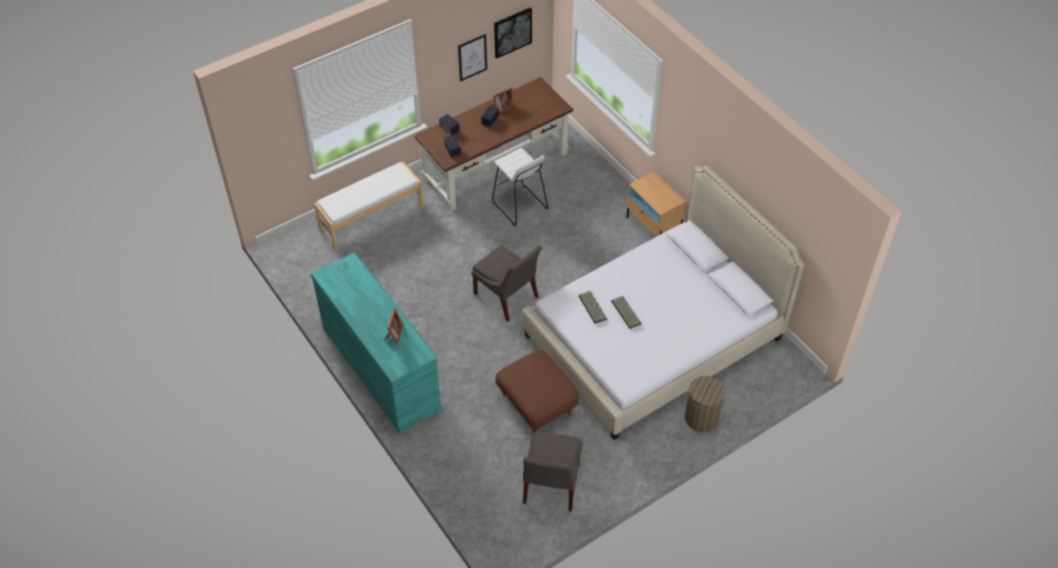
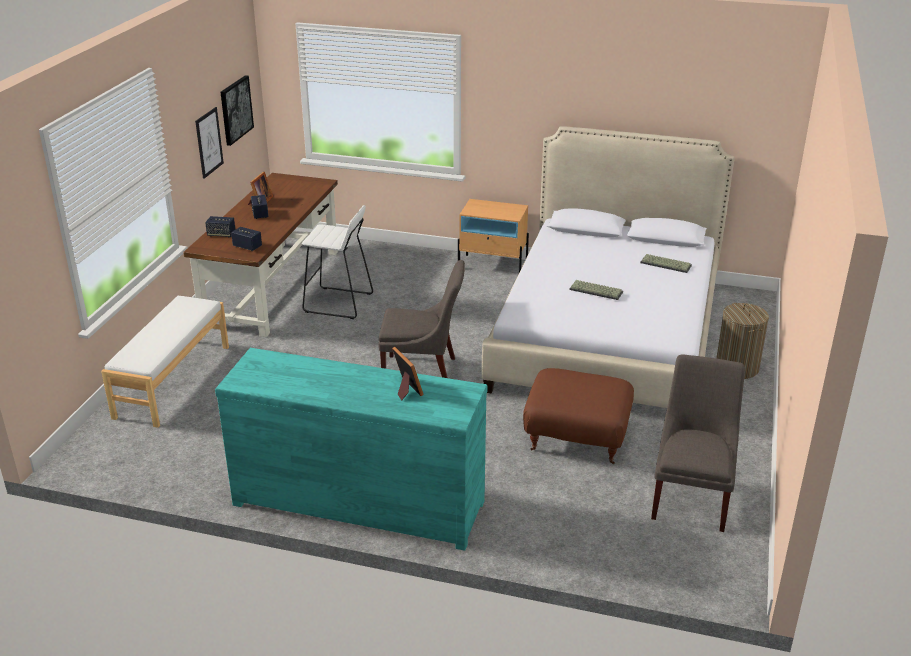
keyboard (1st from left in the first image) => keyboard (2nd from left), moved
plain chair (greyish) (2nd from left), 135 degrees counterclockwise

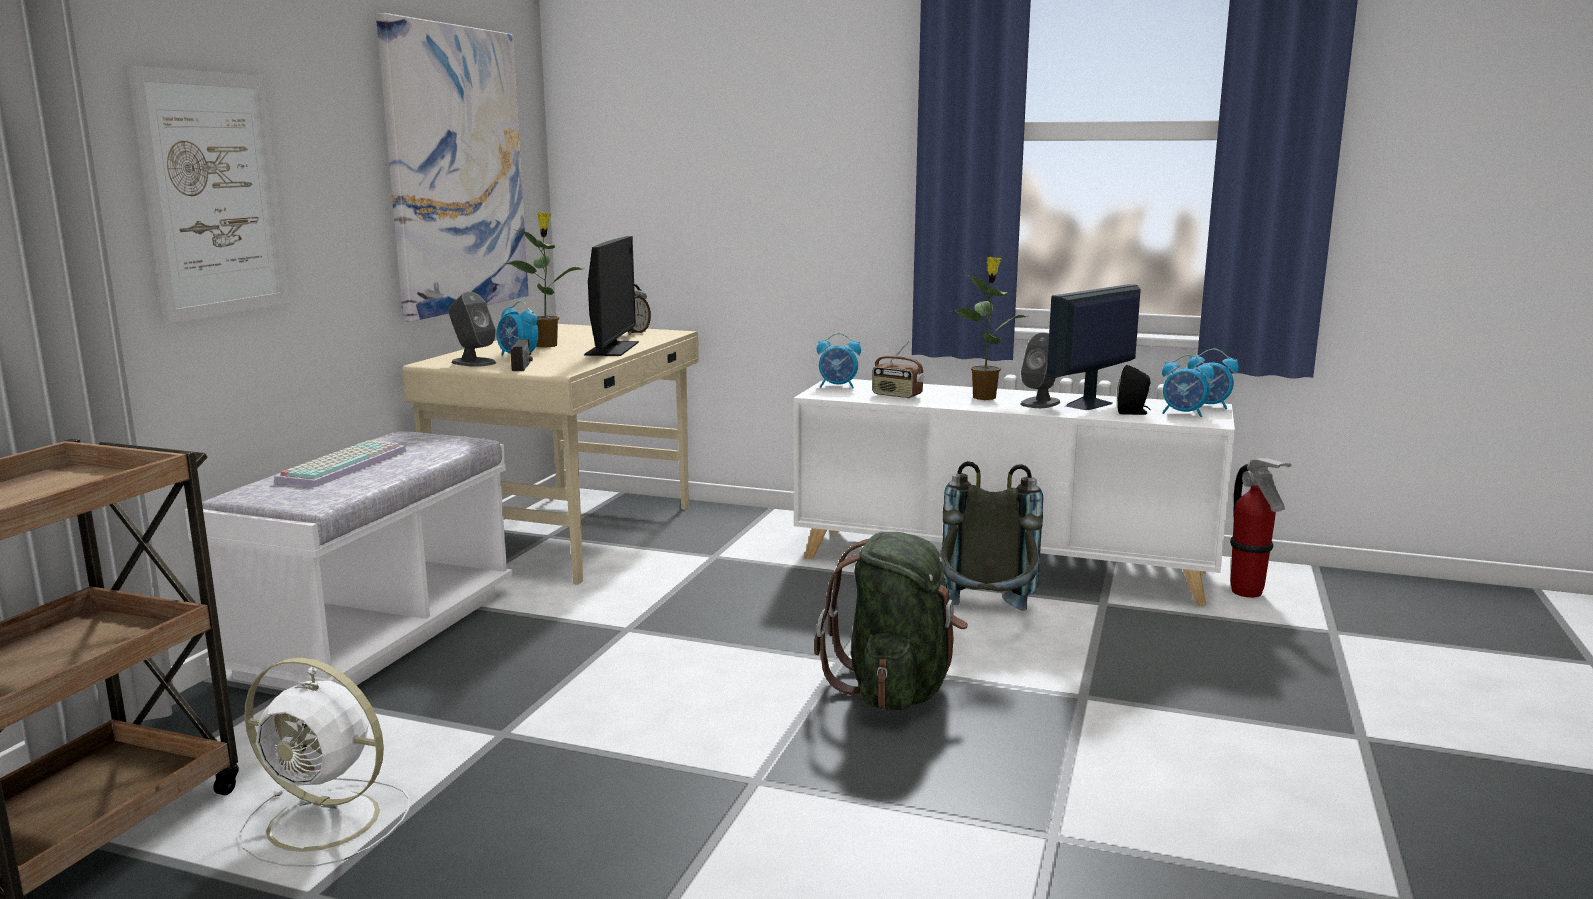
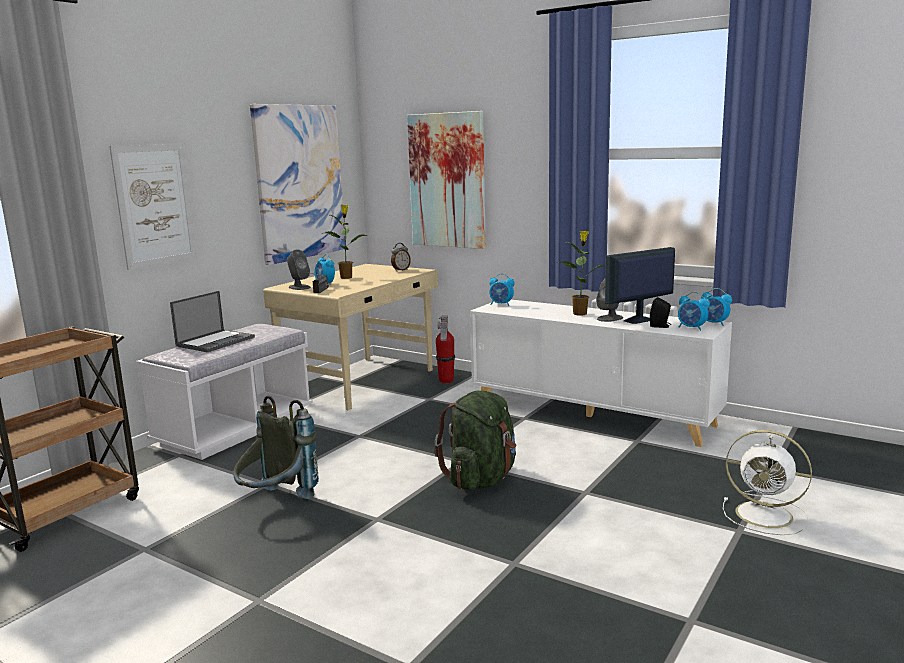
keyboard => portable computer
rucksack (greyish), moved
nothing => picture (3rd from left)
extinguisher, moved
cooling fan (whitish), moved
computer screen (1st from left) => nothing
radio set (2nd from left) => nothing

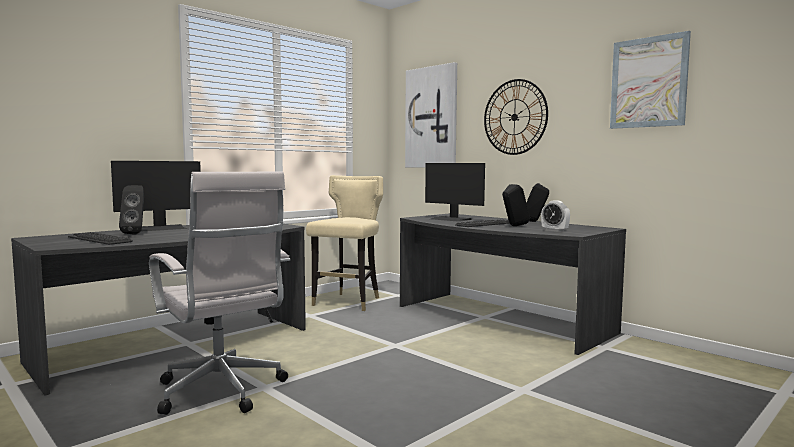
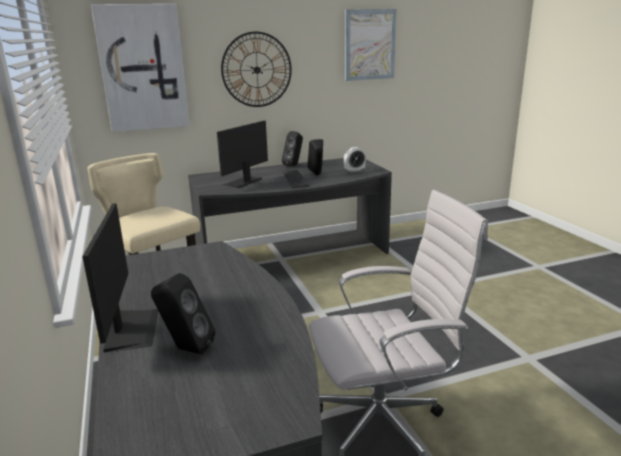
computer screen (2nd from left), 150 degrees clockwise
keyboard (1st from left) => nothing

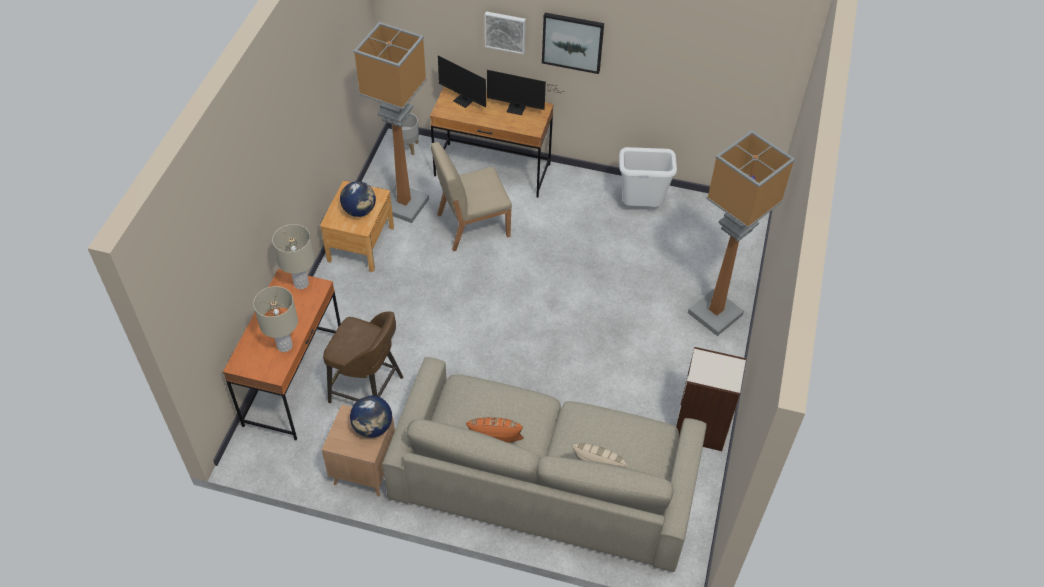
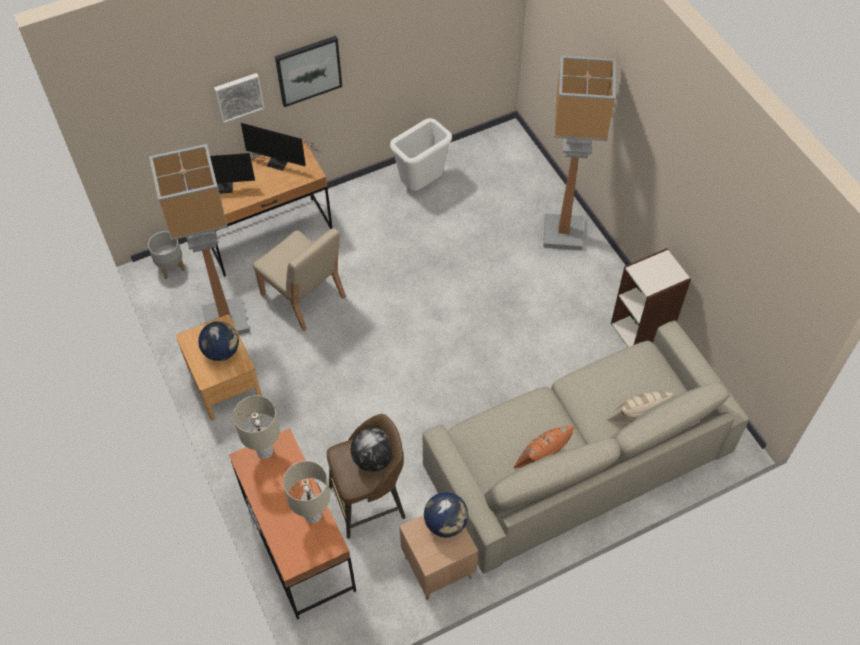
computer screen (2nd from left), 45 degrees clockwise
plain chair (sand-coloured), 75 degrees counterclockwise
nothing => world globe (2nd from left)

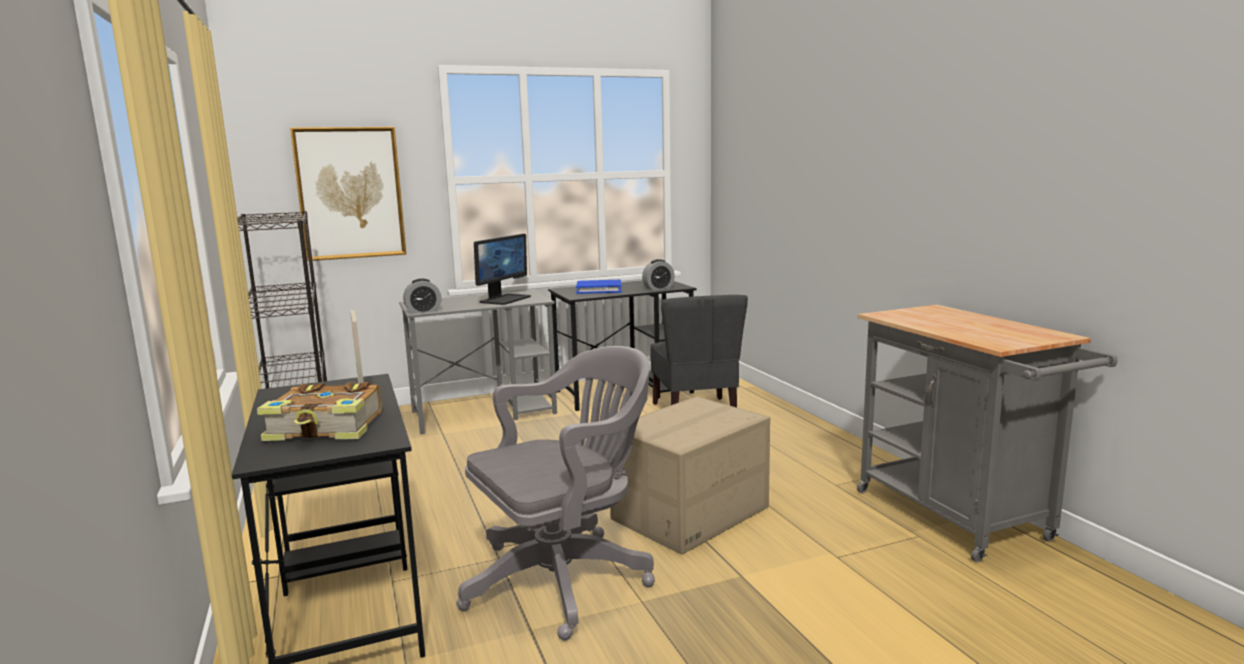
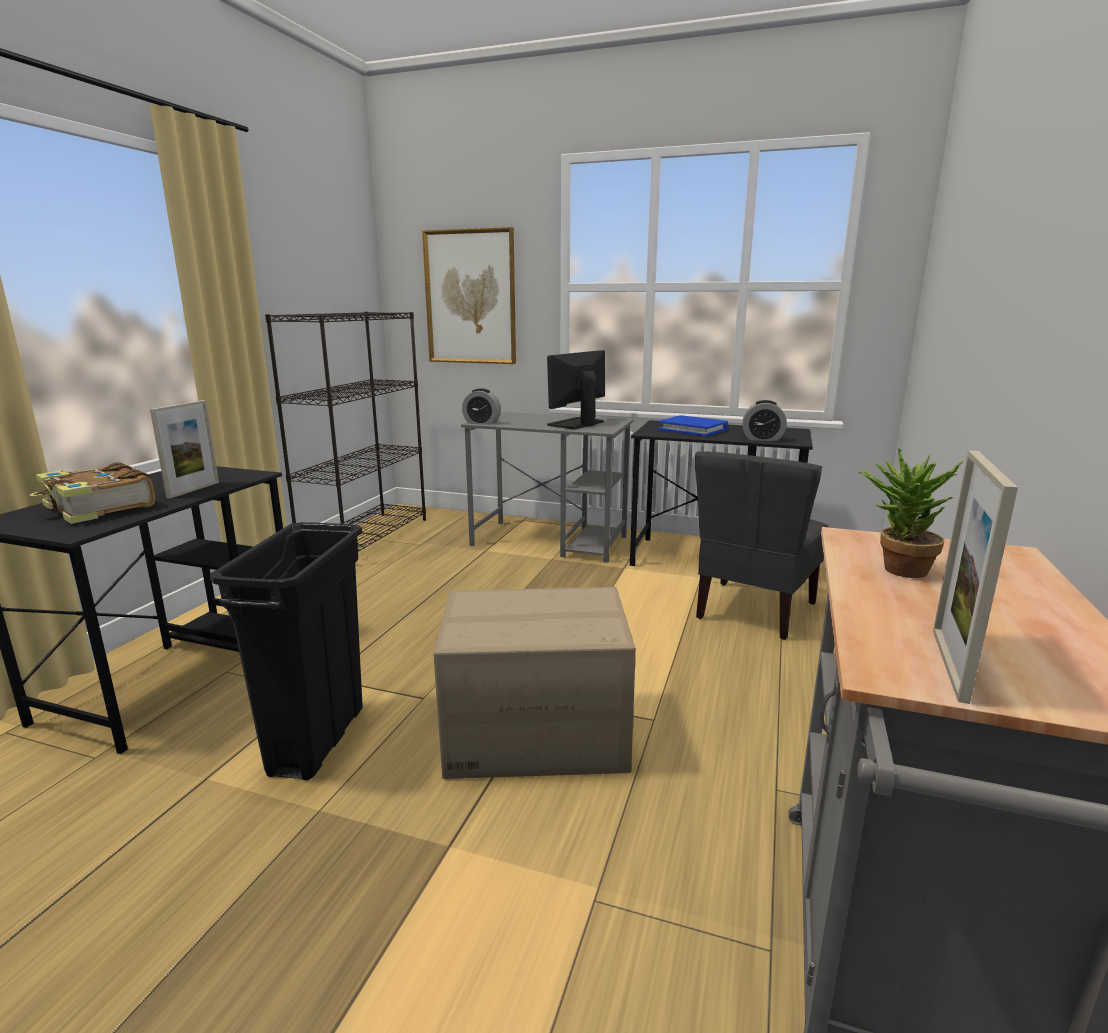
office chair (greyish) => waste bin (blackish)
computer screen, 150 degrees clockwise
nothing => houseplant
nothing => standing frame (2nd from left)

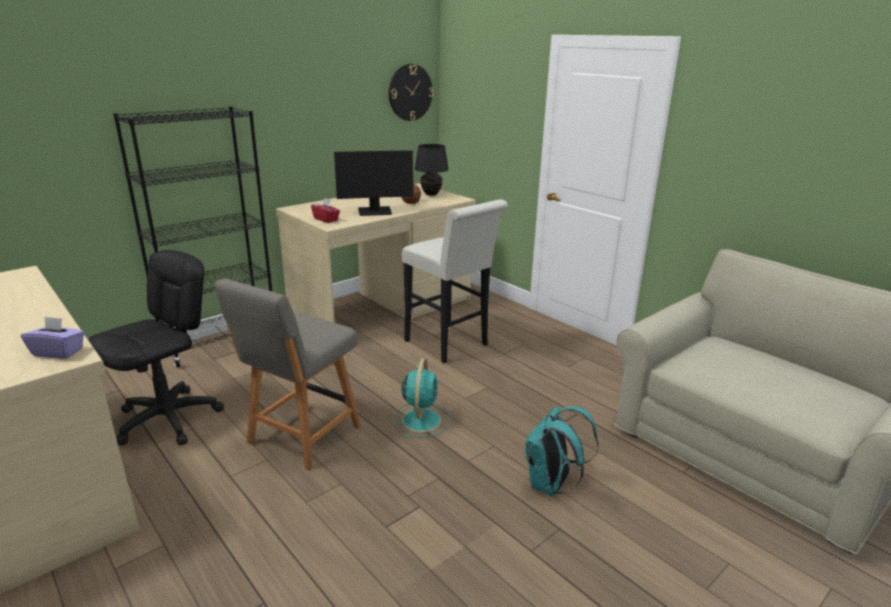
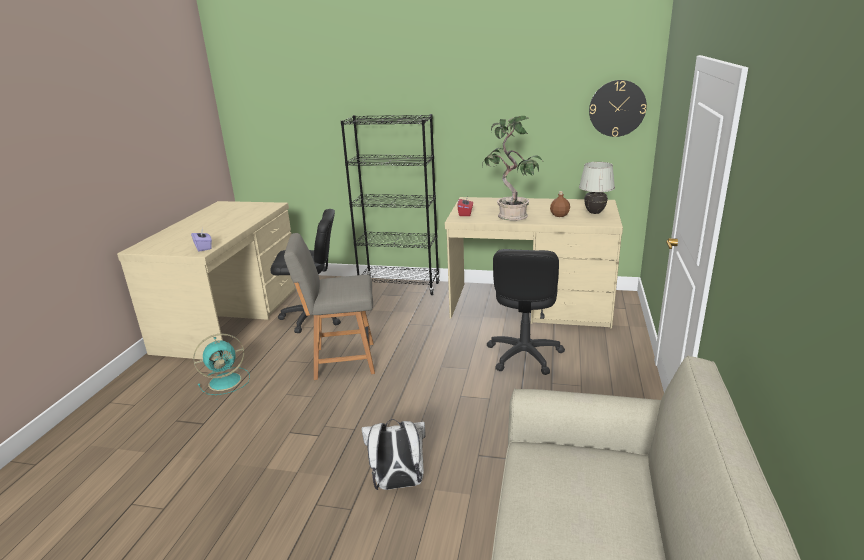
cooling fan (turquoise-coloured), moved
rucksack (turquoise-coloured) => rucksack (whitish)
computer screen => houseplant
stool seat (whitish) => office chair (blackish) (2nd from left)
lamp for a table (blackish) => lamp for a table (whitish)

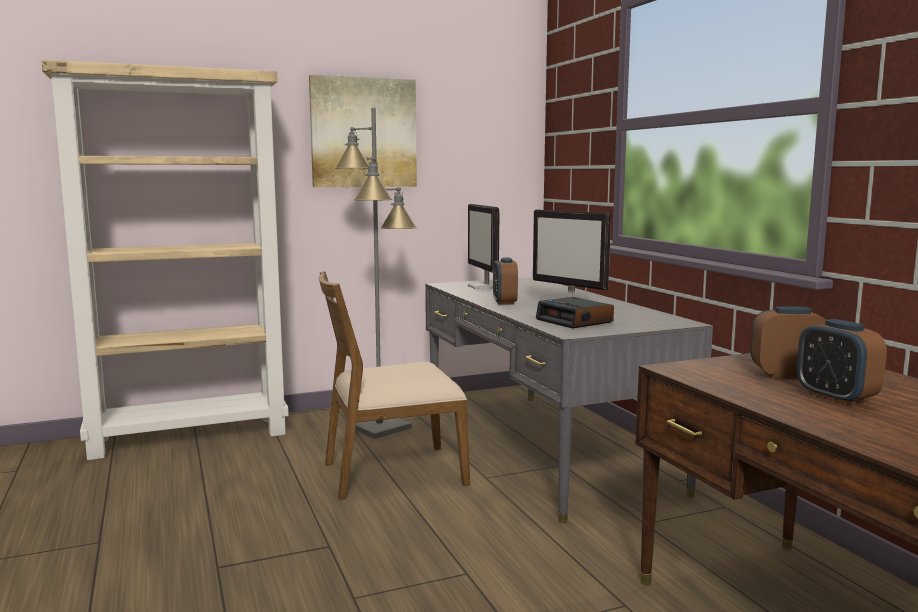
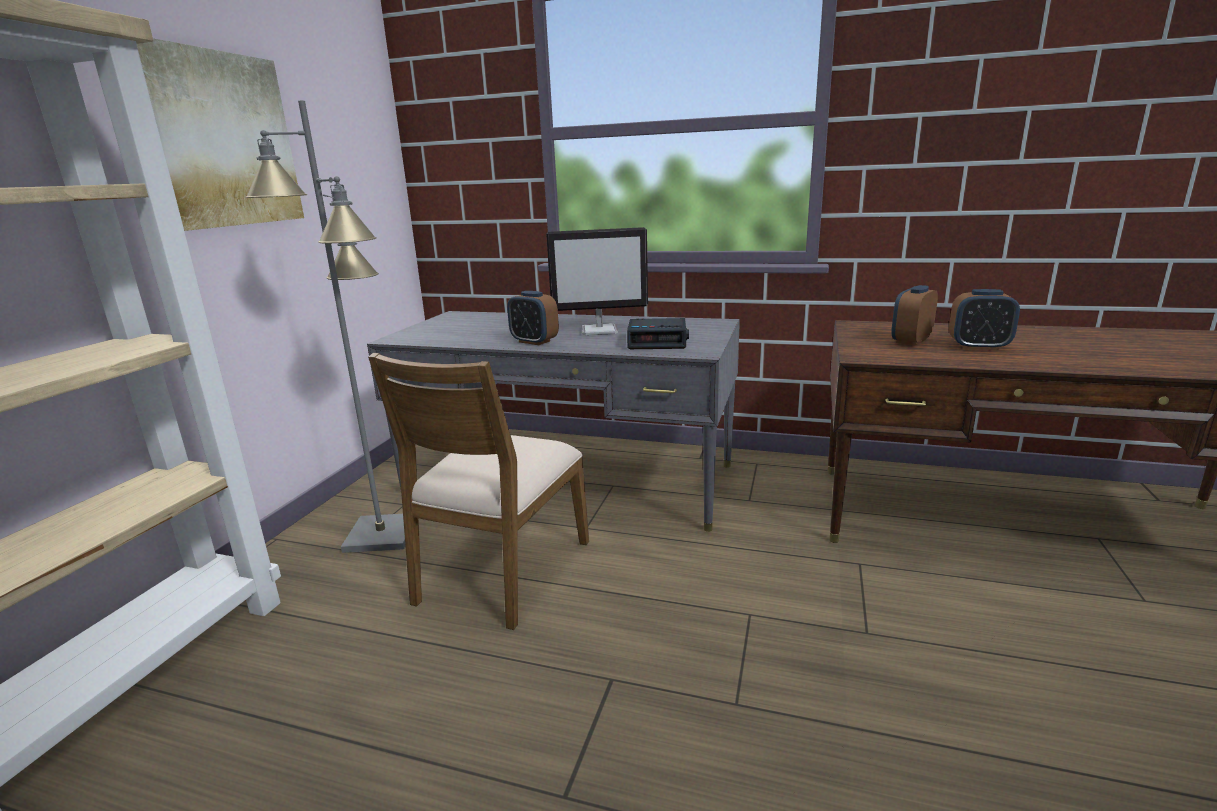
computer screen (1st from left) => nothing

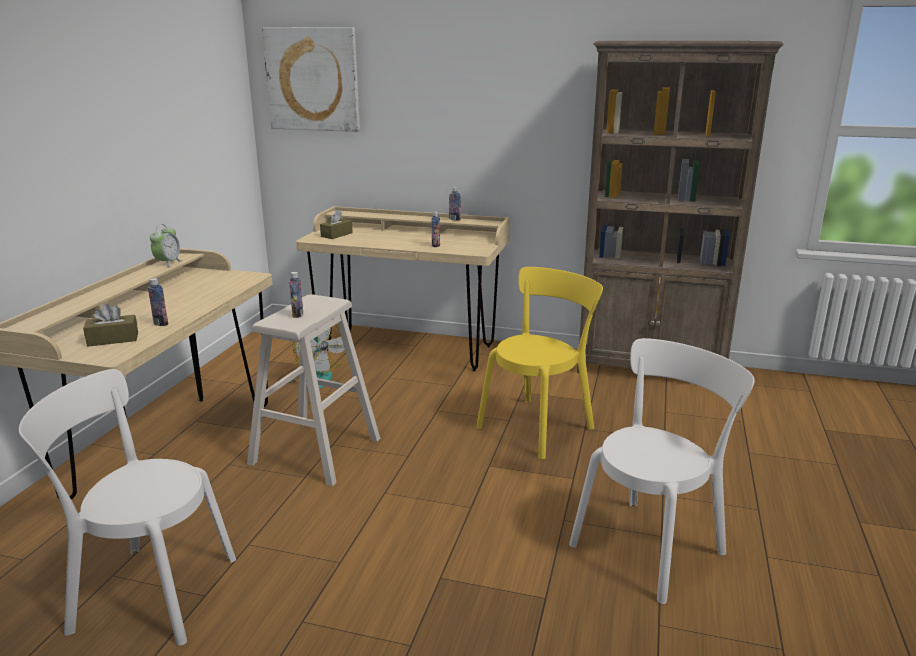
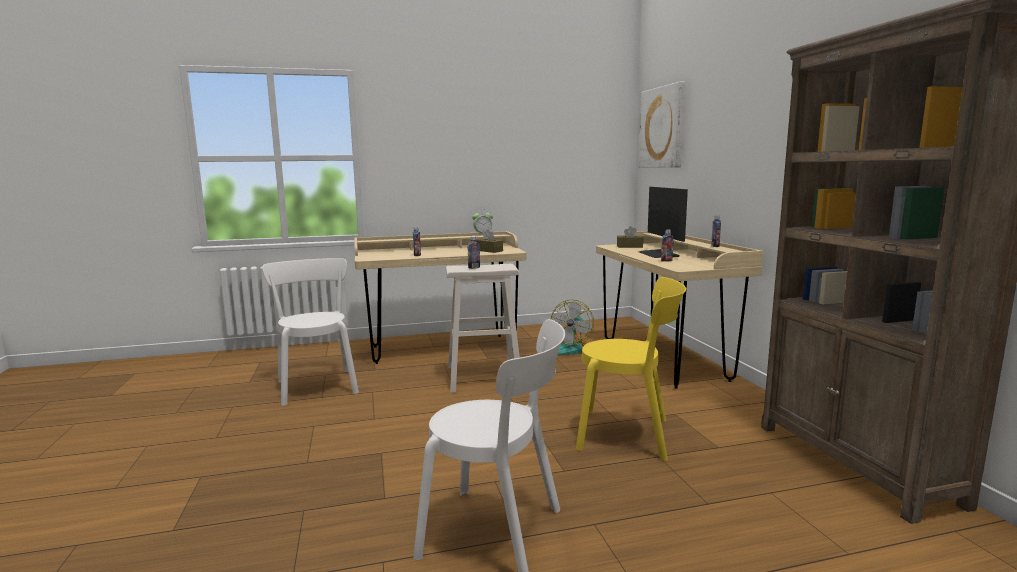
tissue box (brownish) (1st from left), moved
nothing => computer screen

